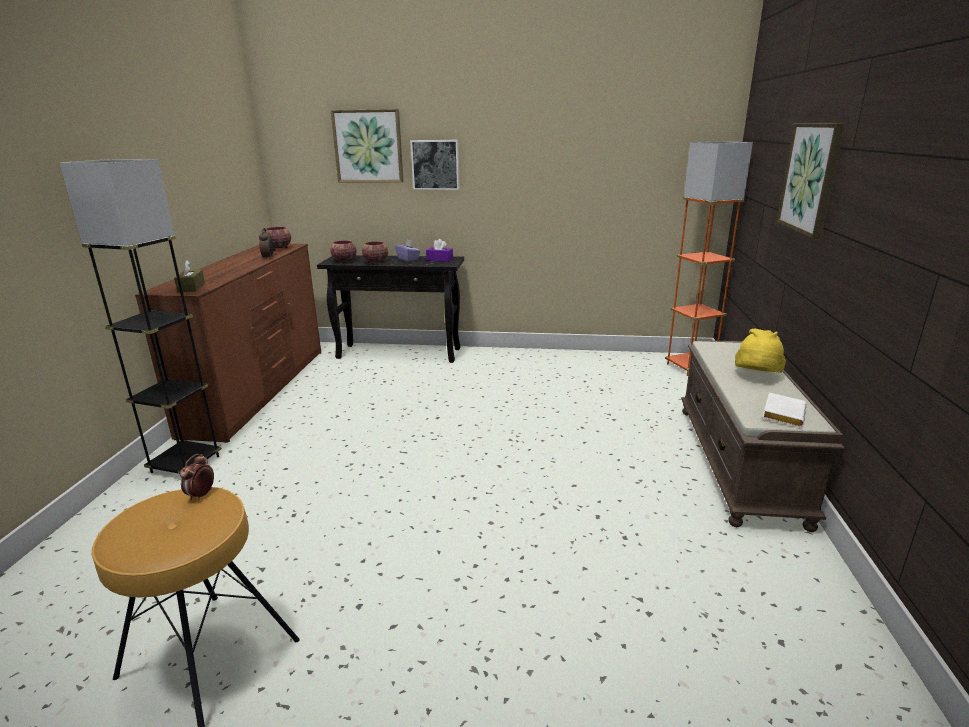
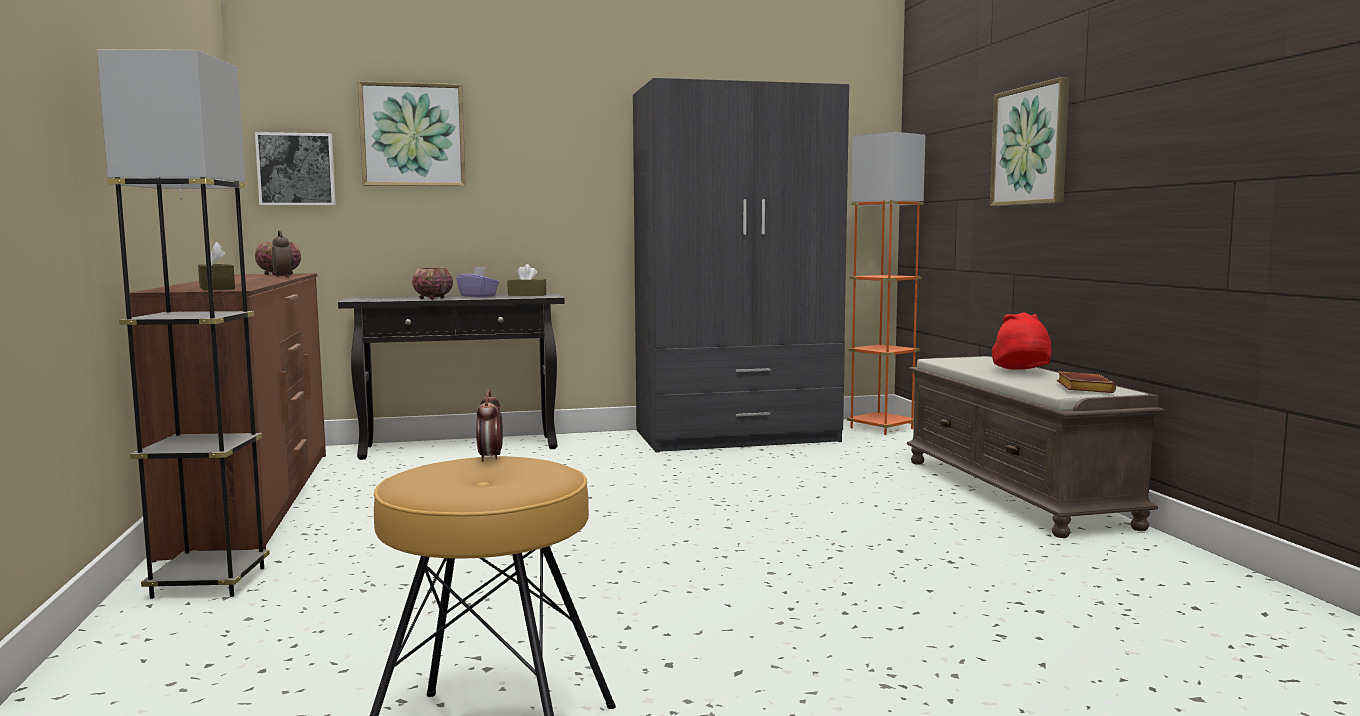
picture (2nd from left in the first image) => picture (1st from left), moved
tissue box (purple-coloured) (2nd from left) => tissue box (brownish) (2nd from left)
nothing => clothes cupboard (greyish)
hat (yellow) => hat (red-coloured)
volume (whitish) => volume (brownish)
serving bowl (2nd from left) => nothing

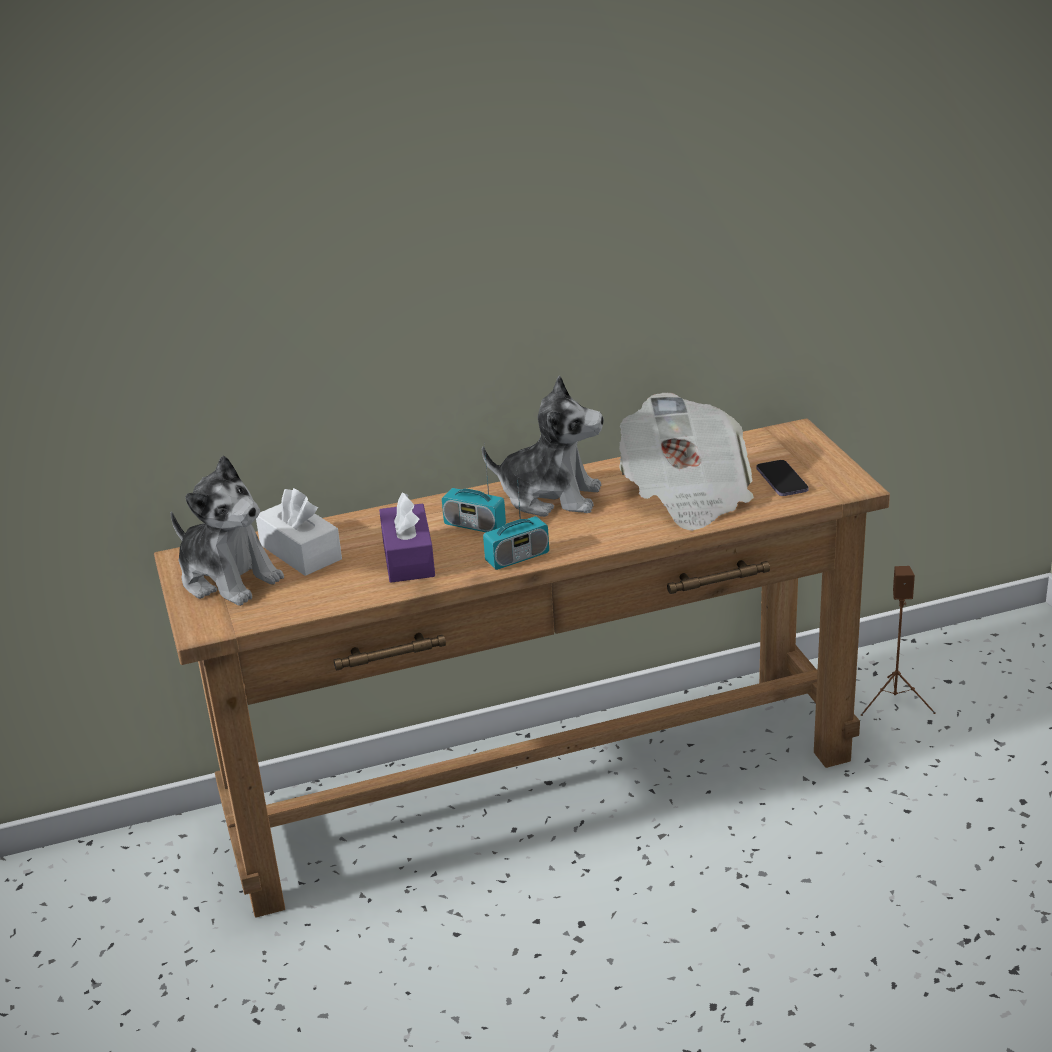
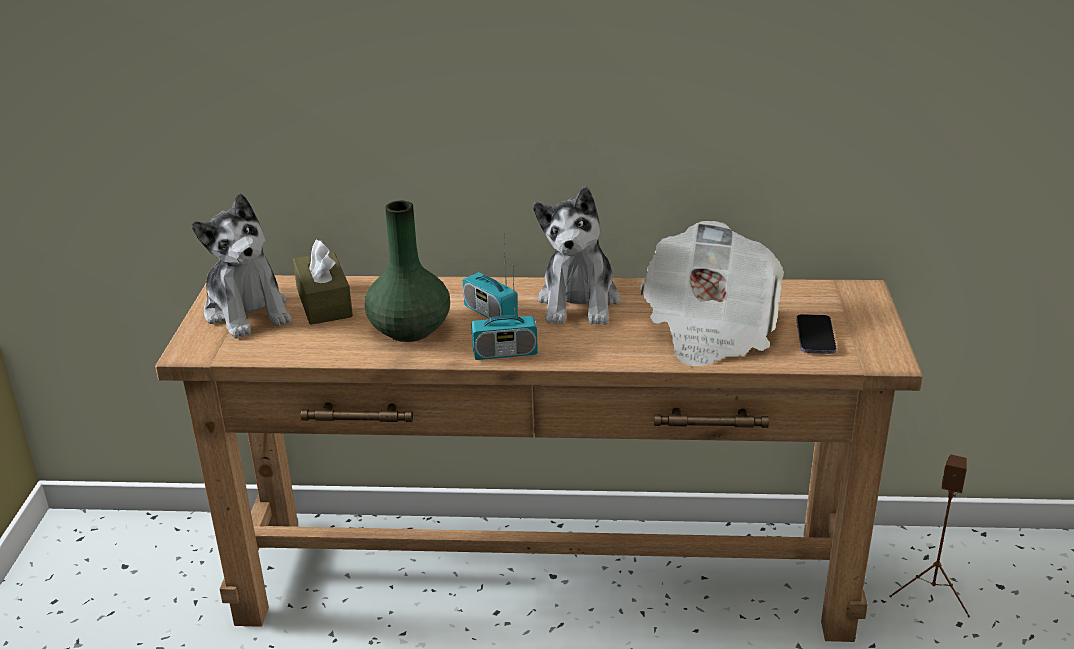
tissue box (whitish) => tissue box (brownish)
tissue box (purple-coloured) => decorative vase (green)
plush toy (2nd from left), 60 degrees clockwise

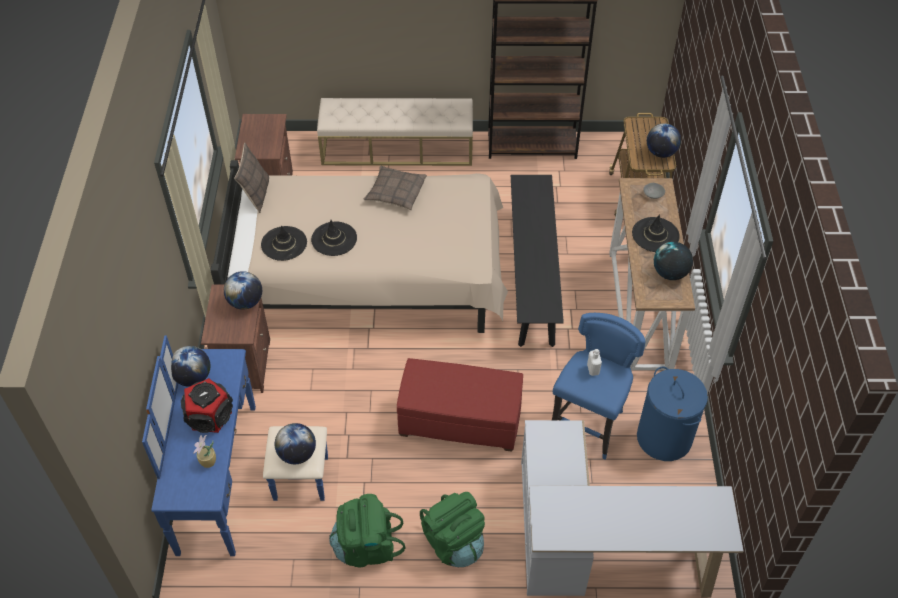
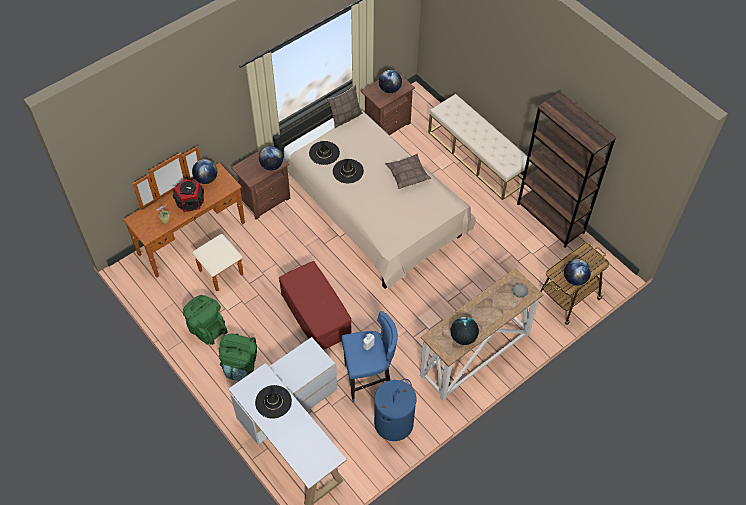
chest of drawers (blue) => chest of drawers (brownish)
hat (blackish) (3rd from left in the first image) => hat (blackish) (1st from left), moved
world globe (3rd from left), moved
bench (blackish) => nothing

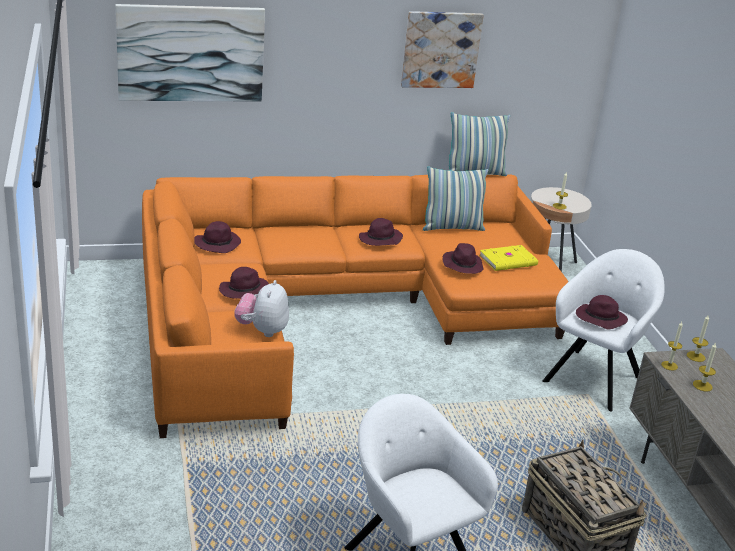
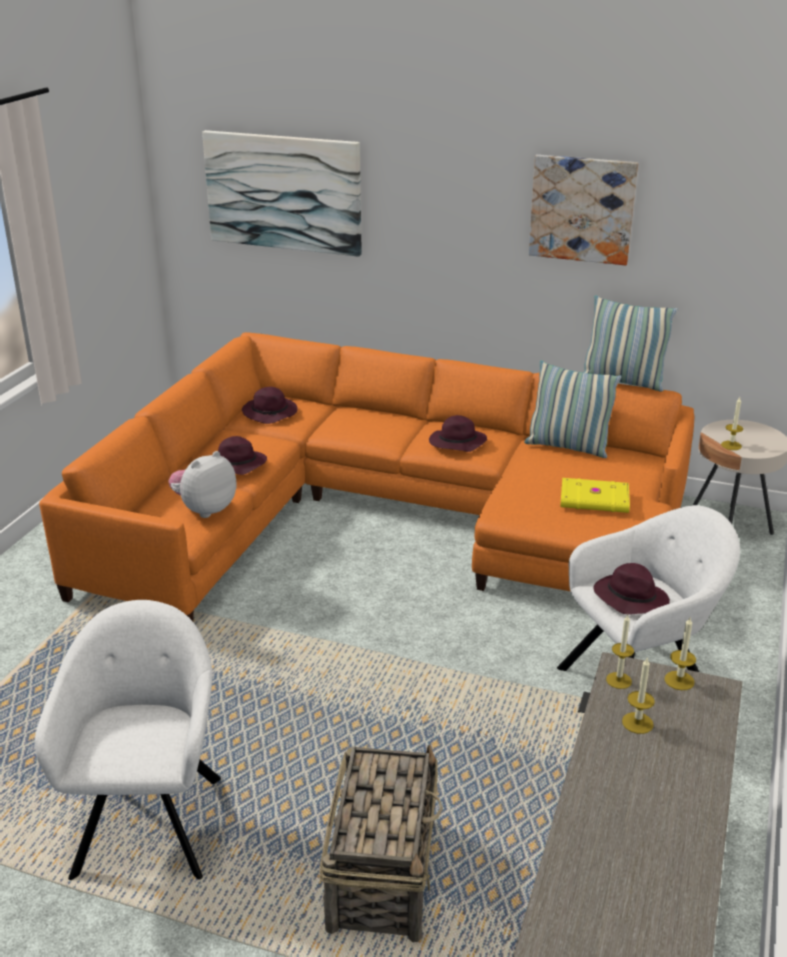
hat (purple-coloured) (4th from left) => nothing

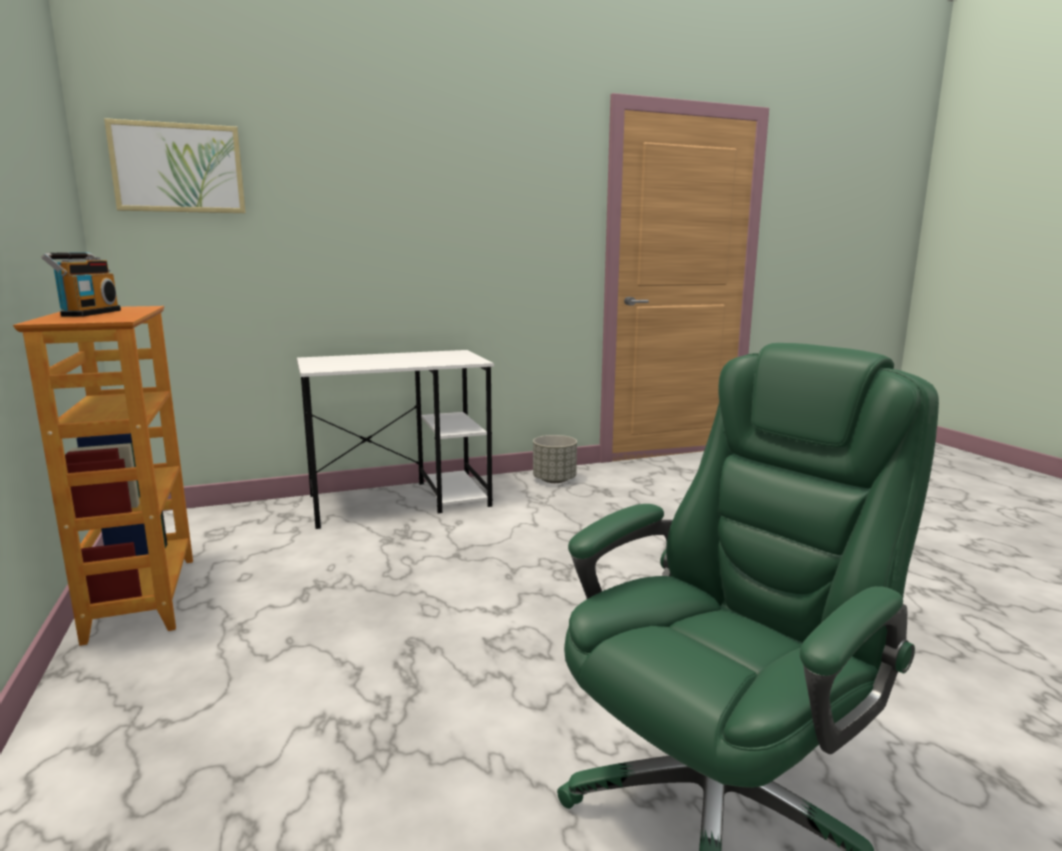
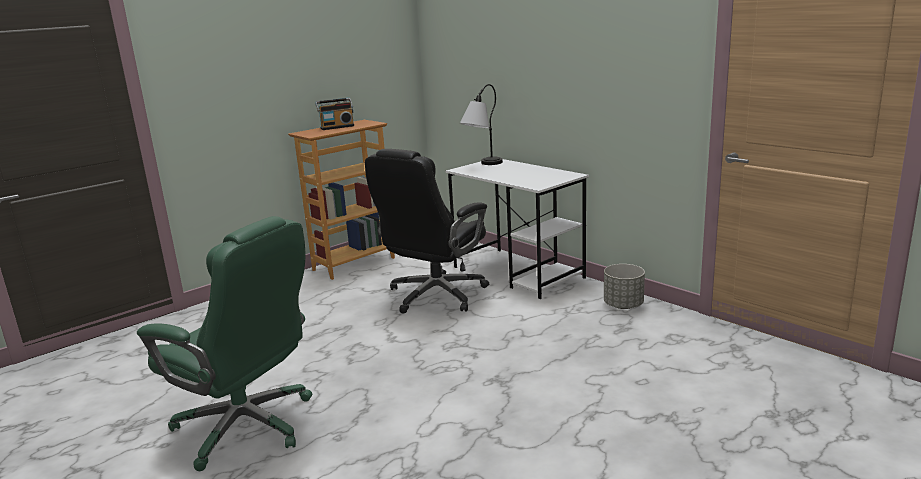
nothing => office chair (blackish)
nothing => lamp for a table
picture => nothing

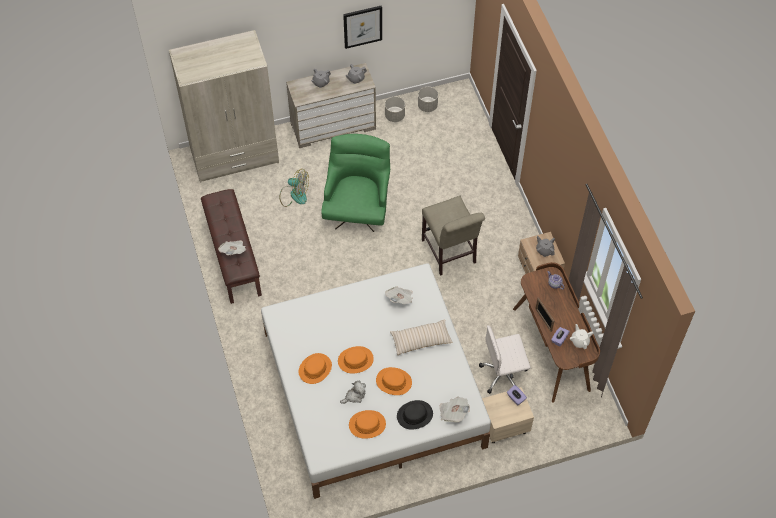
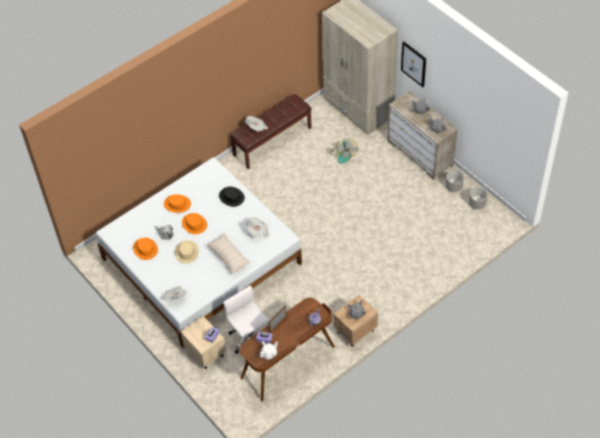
hat (orange-coloured) (4th from left) => hat (sand-coloured)
hat (blackish), moved
picture, moved
armchair (green) => nothing
plain chair (sand-coloured) => nothing

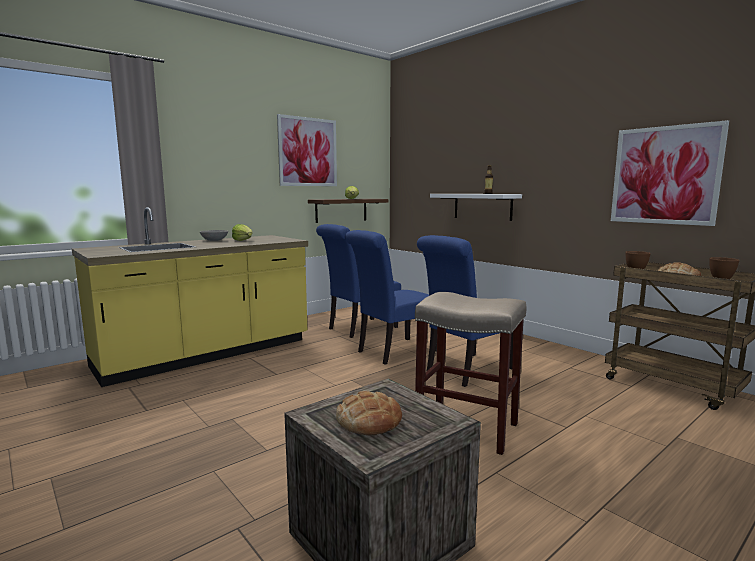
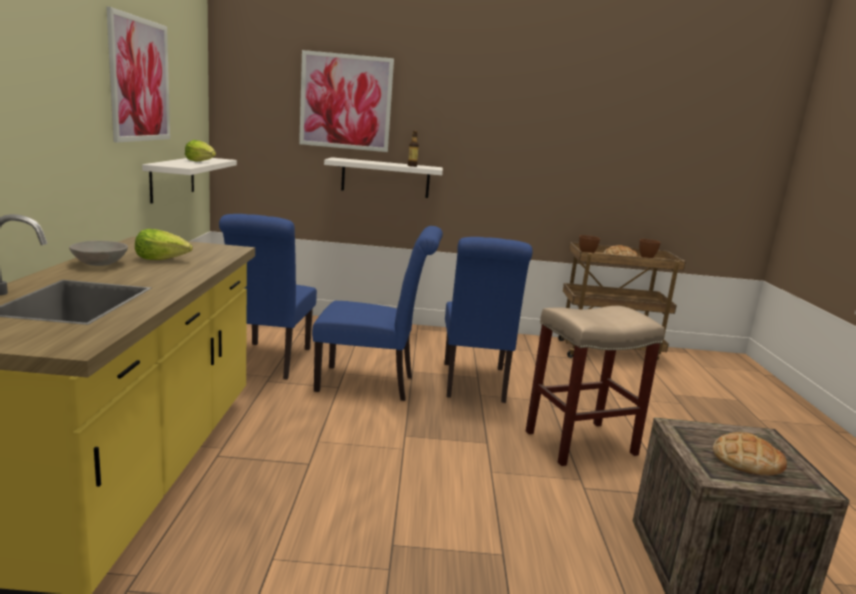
shelf (brownish) => shelf (whitish) (1st from left)
picture (2nd from left), moved
plain chair (blue) (2nd from left), 90 degrees counterclockwise

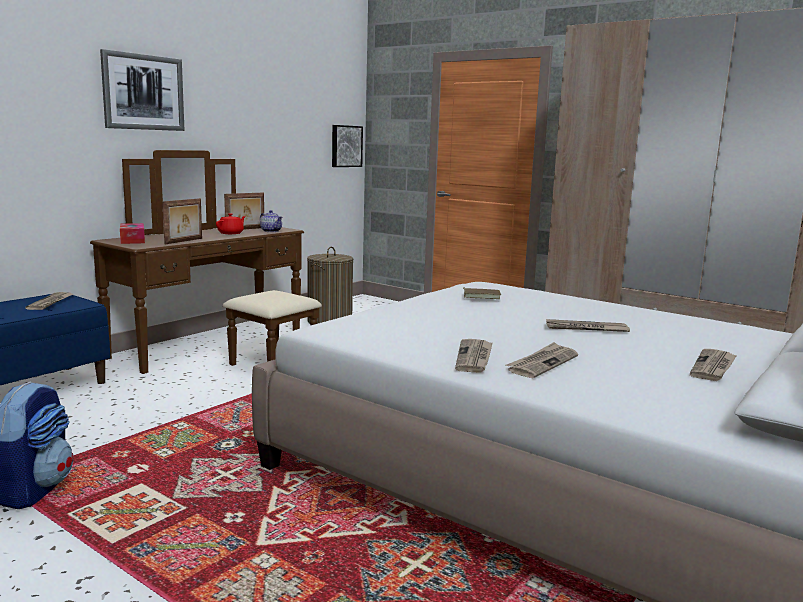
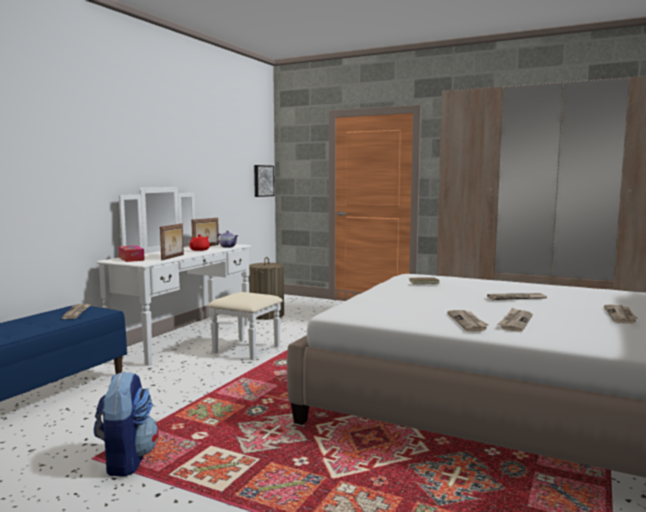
chest of drawers (brownish) => chest of drawers (whitish)
picture (1st from left) => nothing

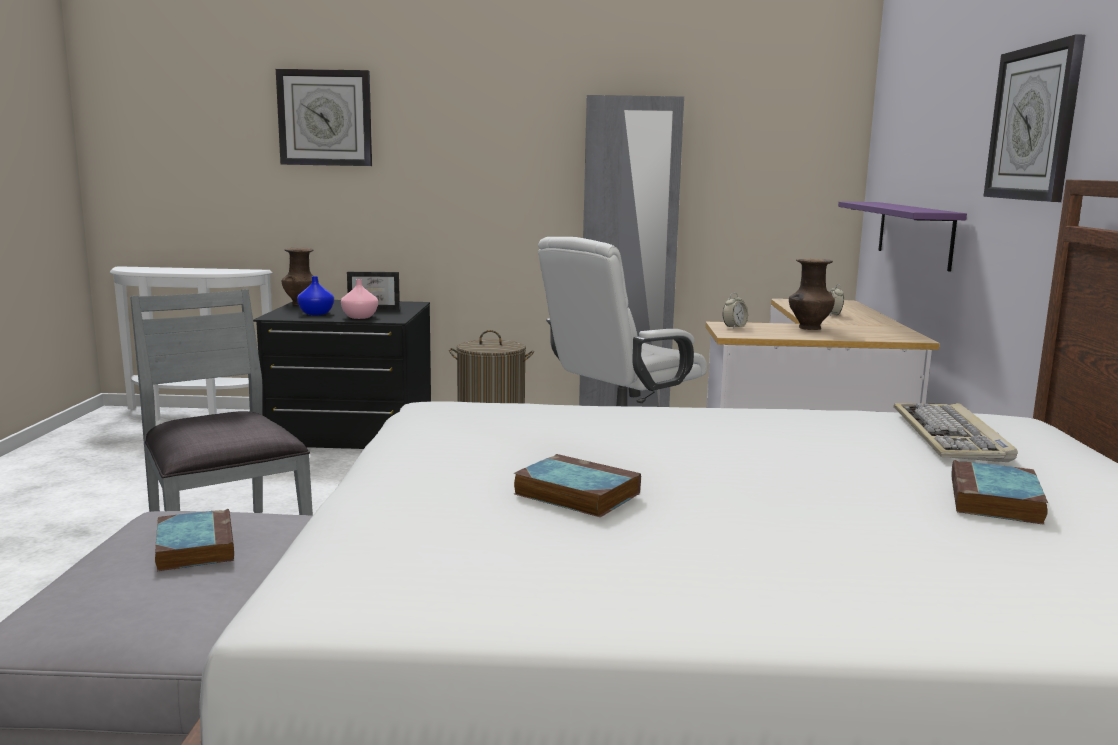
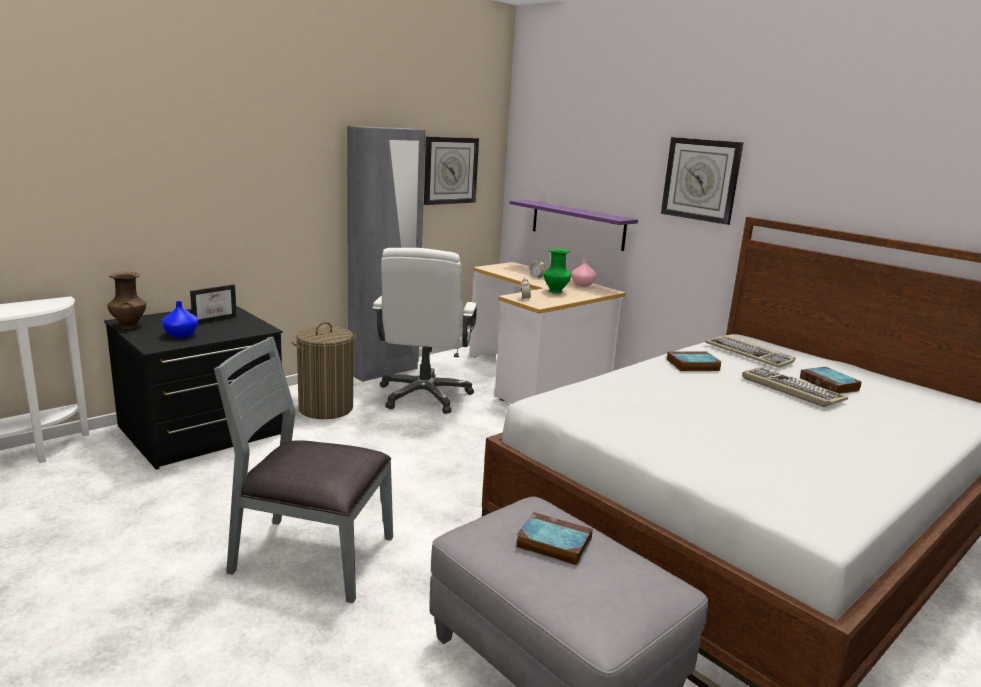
hanging clock (1st from left), moved
decorative vase (brownish) (2nd from left) => decorative vase (green)
decorative vase (pink-coloured), moved
volume (2nd from left), moved
nothing => keyboard (2nd from left)

